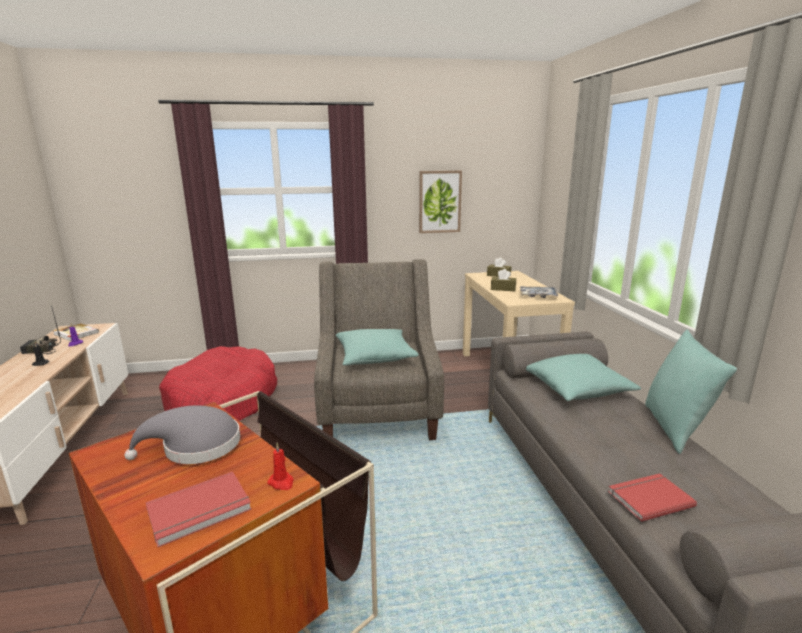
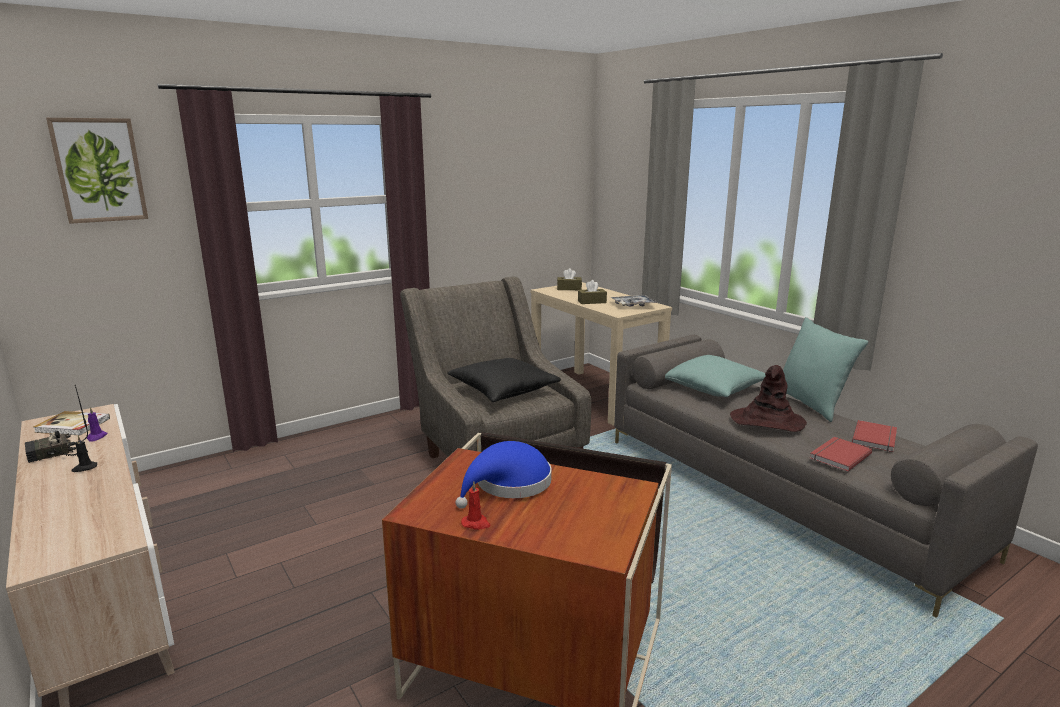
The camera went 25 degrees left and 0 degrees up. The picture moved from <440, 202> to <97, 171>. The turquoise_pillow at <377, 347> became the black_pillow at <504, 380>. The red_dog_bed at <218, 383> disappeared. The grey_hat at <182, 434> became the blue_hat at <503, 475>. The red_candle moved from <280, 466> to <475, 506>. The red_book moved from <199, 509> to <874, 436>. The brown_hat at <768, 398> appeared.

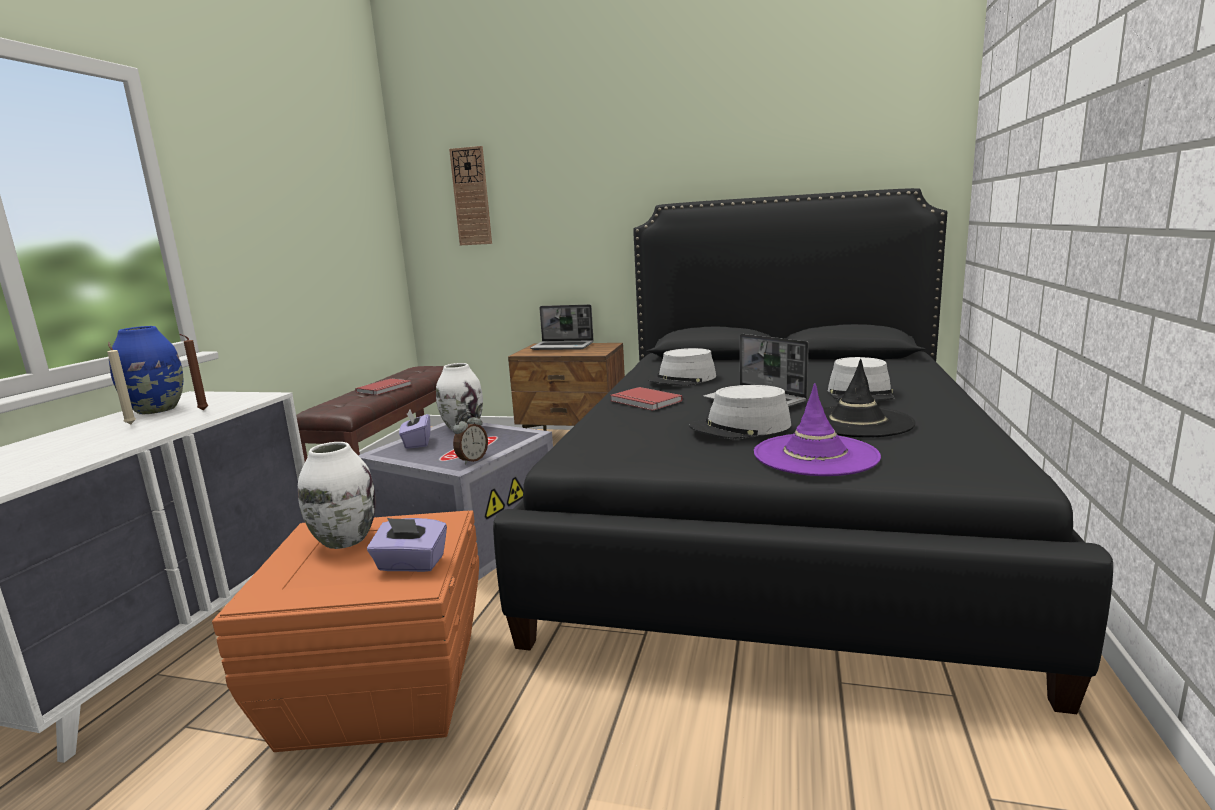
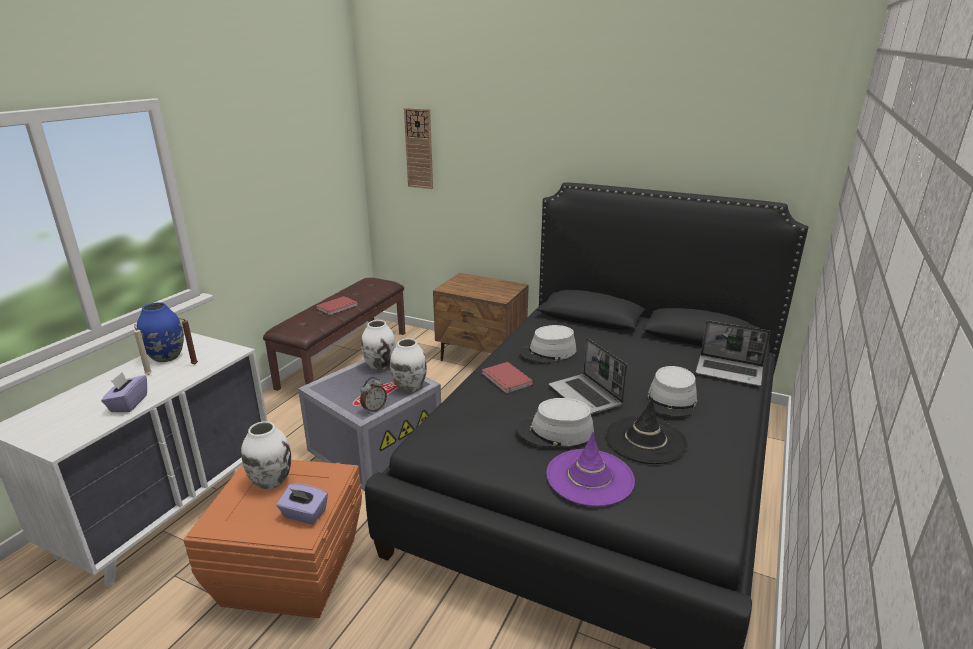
The camera went 10 degrees right and 10 degrees up. The laptop moved from <562, 327> to <733, 353>. The purple_tissue_box moved from <415, 429> to <124, 392>. The white_vase at <408, 365> appeared.

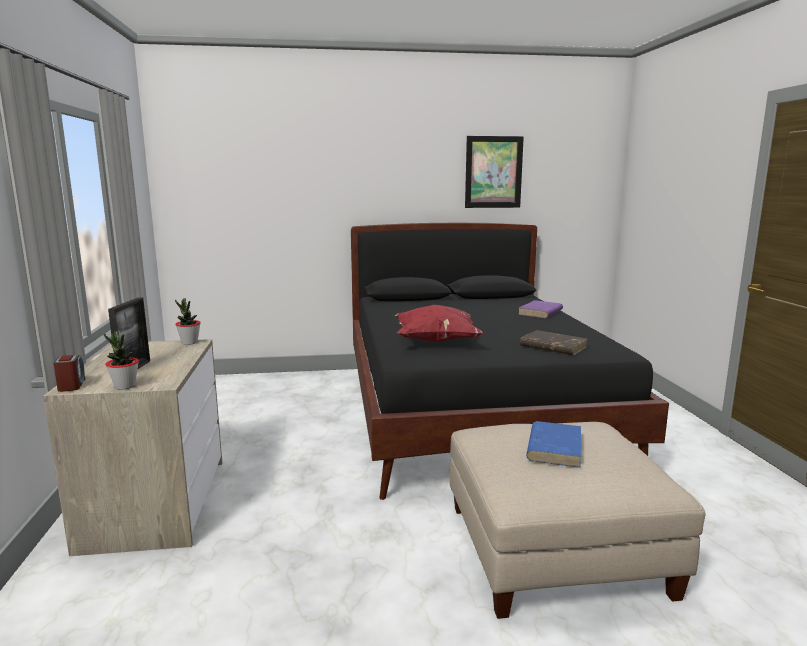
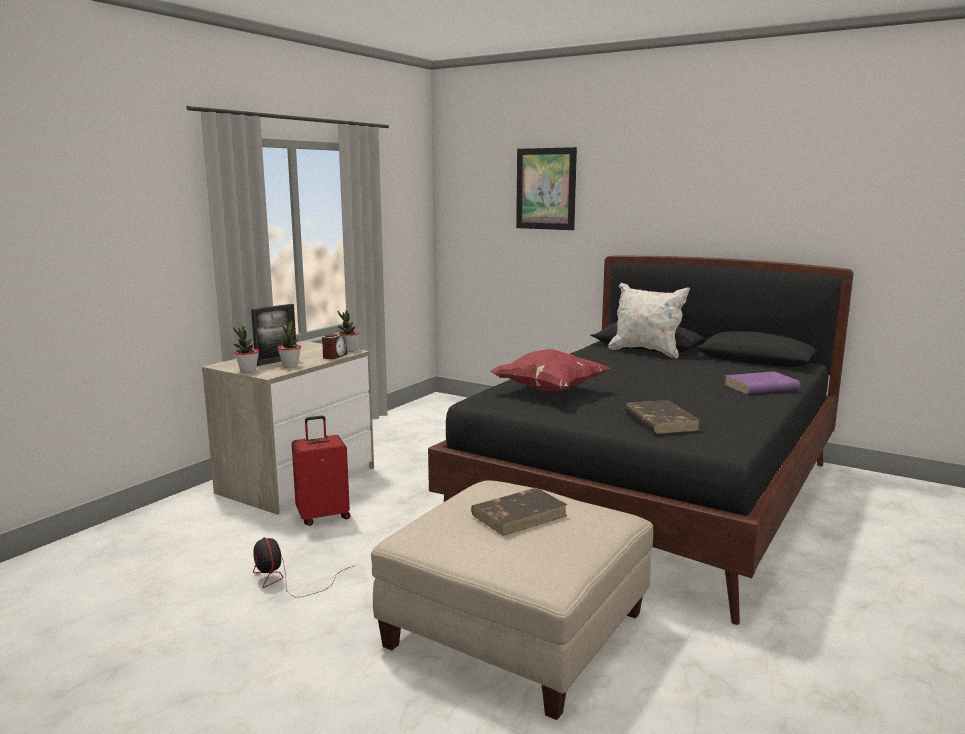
The camera went 40 degrees right and 0 degrees up. The picture moved from <494, 172> to <546, 188>. The alarm_clock moved from <69, 373> to <334, 346>. The blue_book at <553, 444> became the brown_book at <519, 512>. The white_pillow at <649, 321> appeared. The potted_plant at <289, 344> appeared. The red_suitcase at <321, 471> appeared. The fan at <303, 567> appeared.

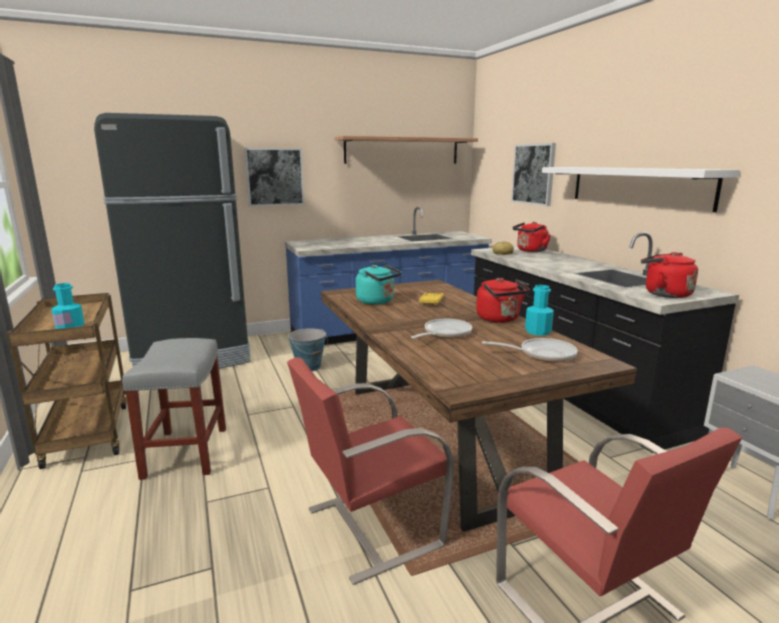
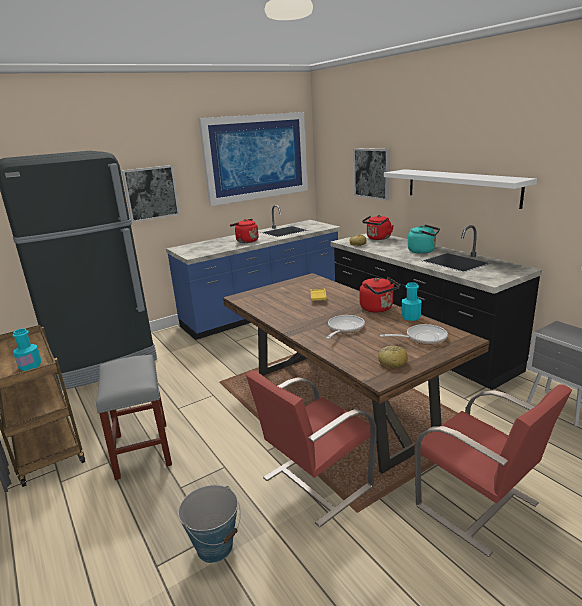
The camera went 10 degrees left and 5 degrees up. The shelf at <406, 150> was replaced by the picture at <253, 159>. The red_kettle moved from <669, 275> to <244, 231>. The turquoise_kettle moved from <379, 285> to <424, 239>. The bucket moved from <308, 349> to <209, 524>. The bread at <393, 357> appeared.

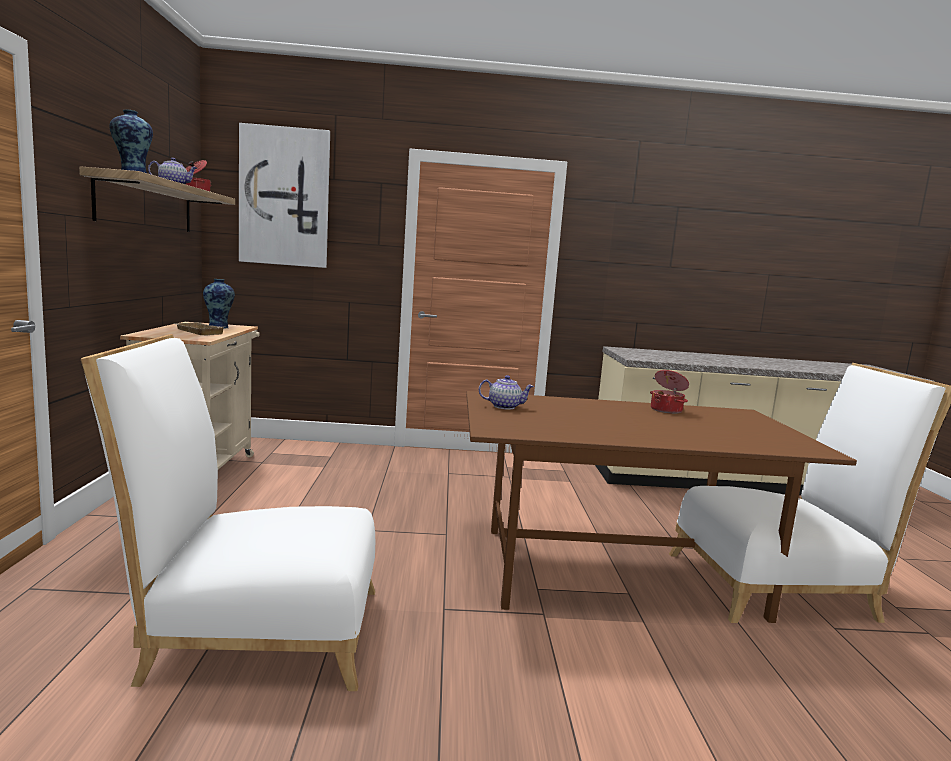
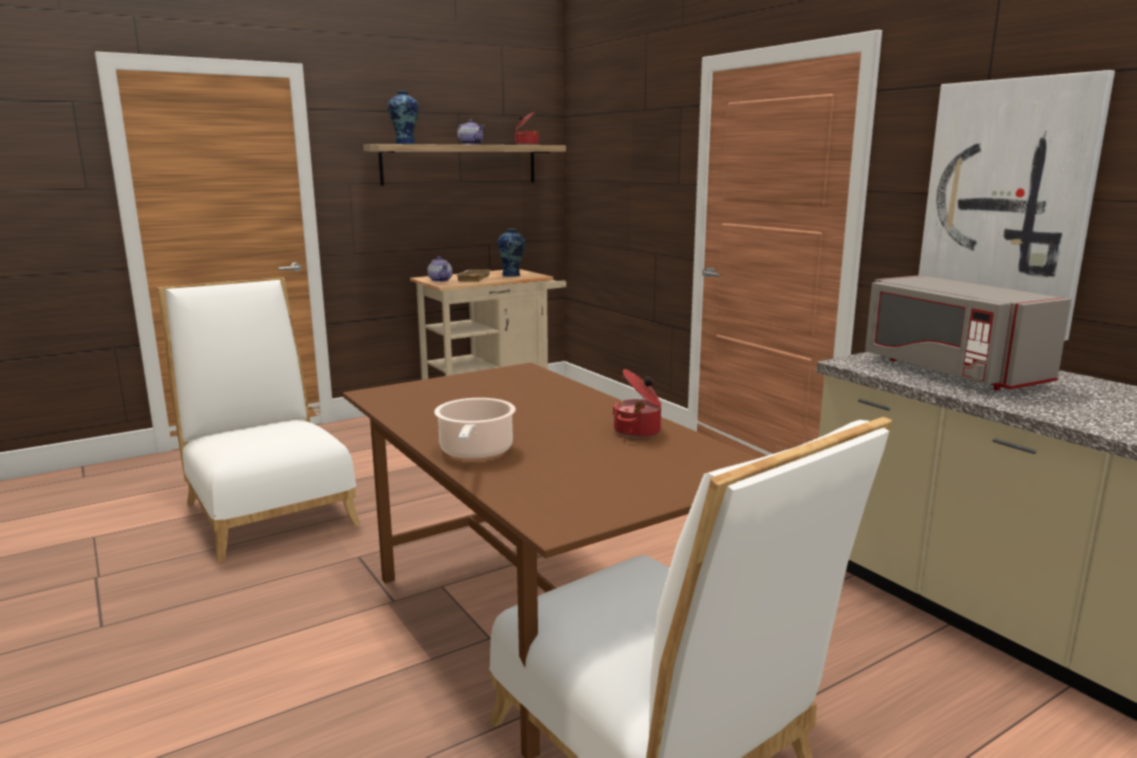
The camera went 60 degrees right and 5 degrees up. The picture moved from <284, 195> to <1017, 205>. The teapot moved from <506, 392> to <439, 269>. The grey_microwave at <968, 333> appeared. The cooking_pot at <475, 429> appeared.

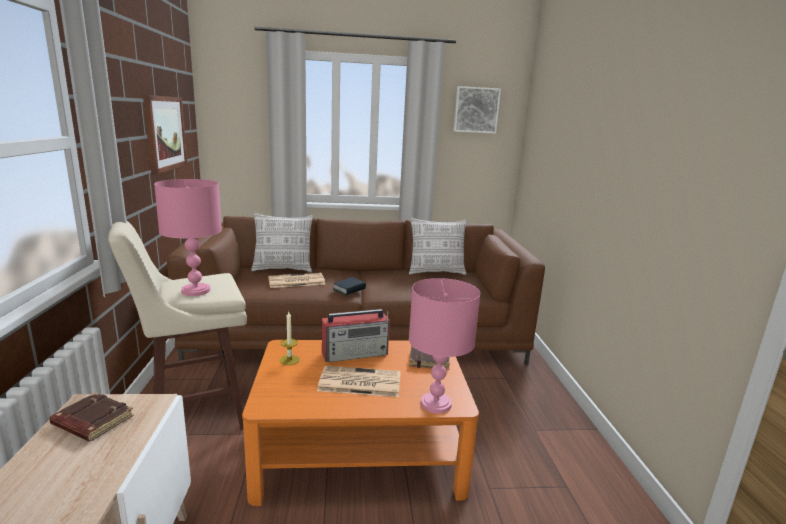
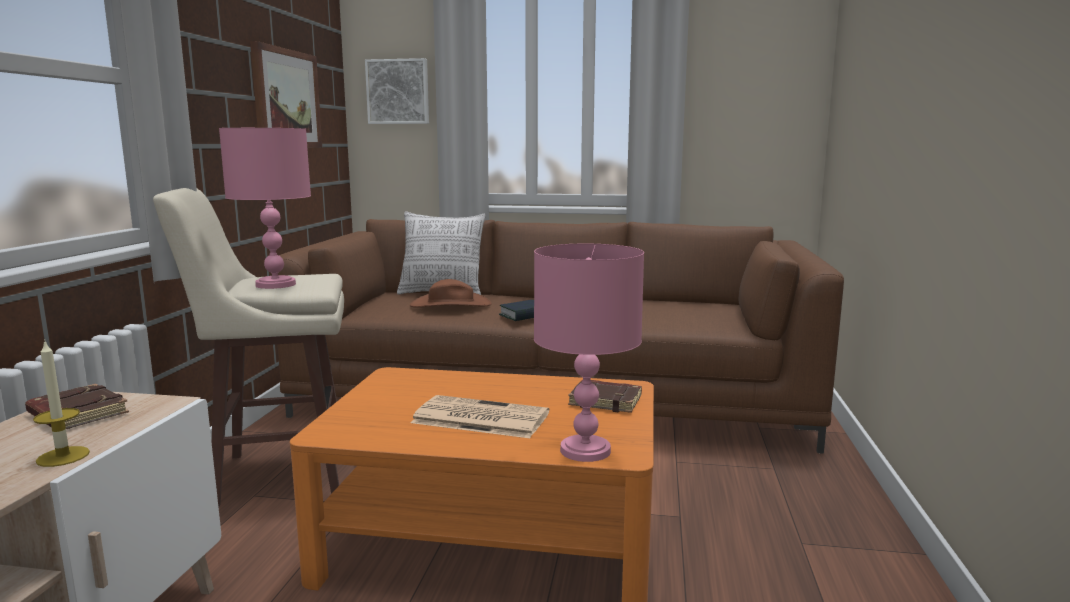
The camera went 15 degrees right and 5 degrees down. The picture moved from <477, 110> to <397, 91>. The pillow at <438, 246> disappeared. The newspaper at <297, 280> was replaced by the brown_hat at <451, 293>. The radio at <356, 335> disappeared. The candle moved from <290, 338> to <61, 403>.

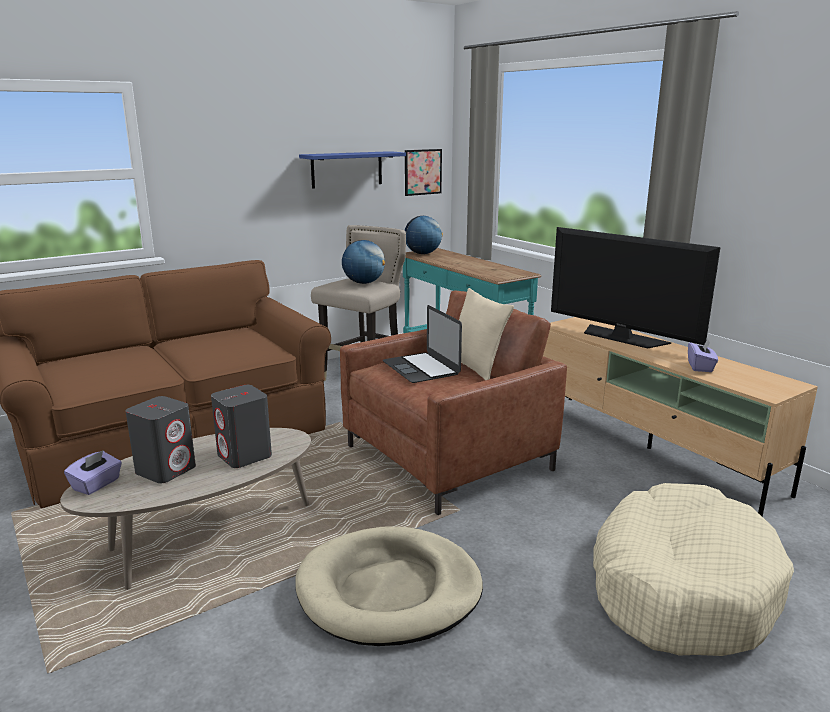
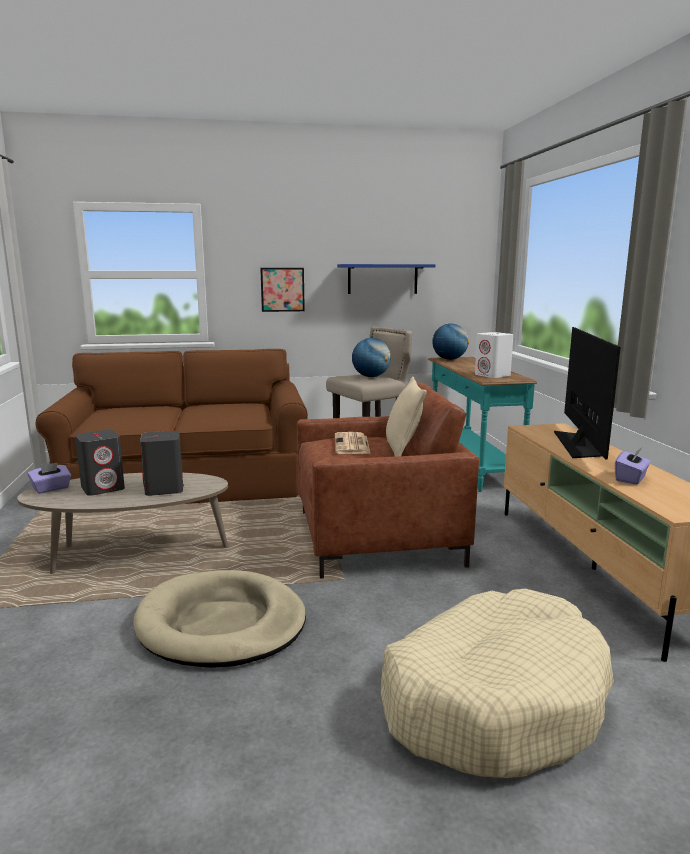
The camera went 25 degrees right and 5 degrees down. The picture moved from <423, 172> to <282, 290>. The television at <636, 288> turned 150 degrees counterclockwise. The laptop at <422, 344> was replaced by the newspaper at <353, 443>. The white_speaker at <494, 355> appeared.

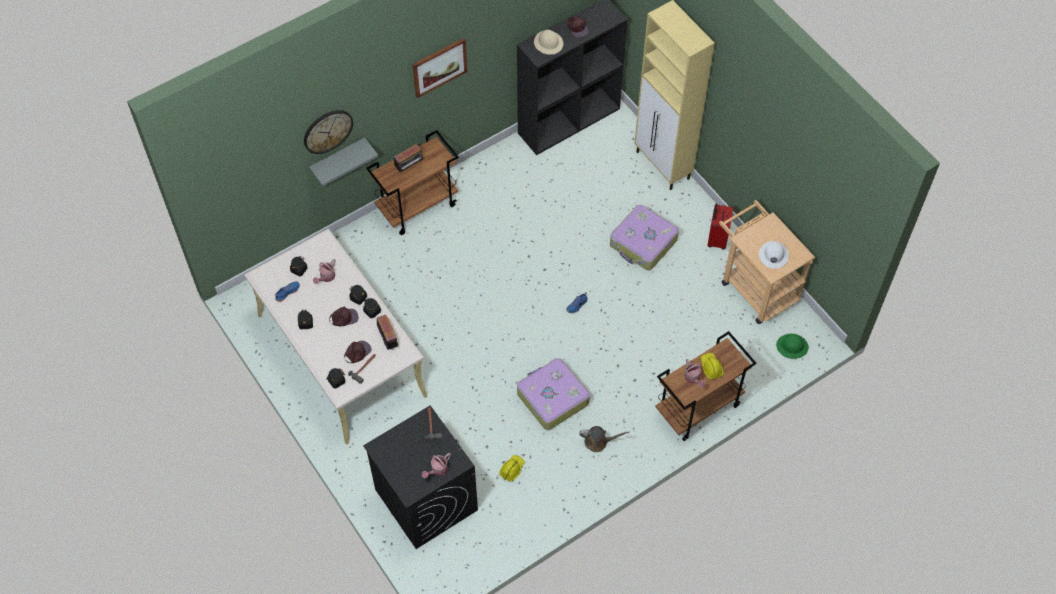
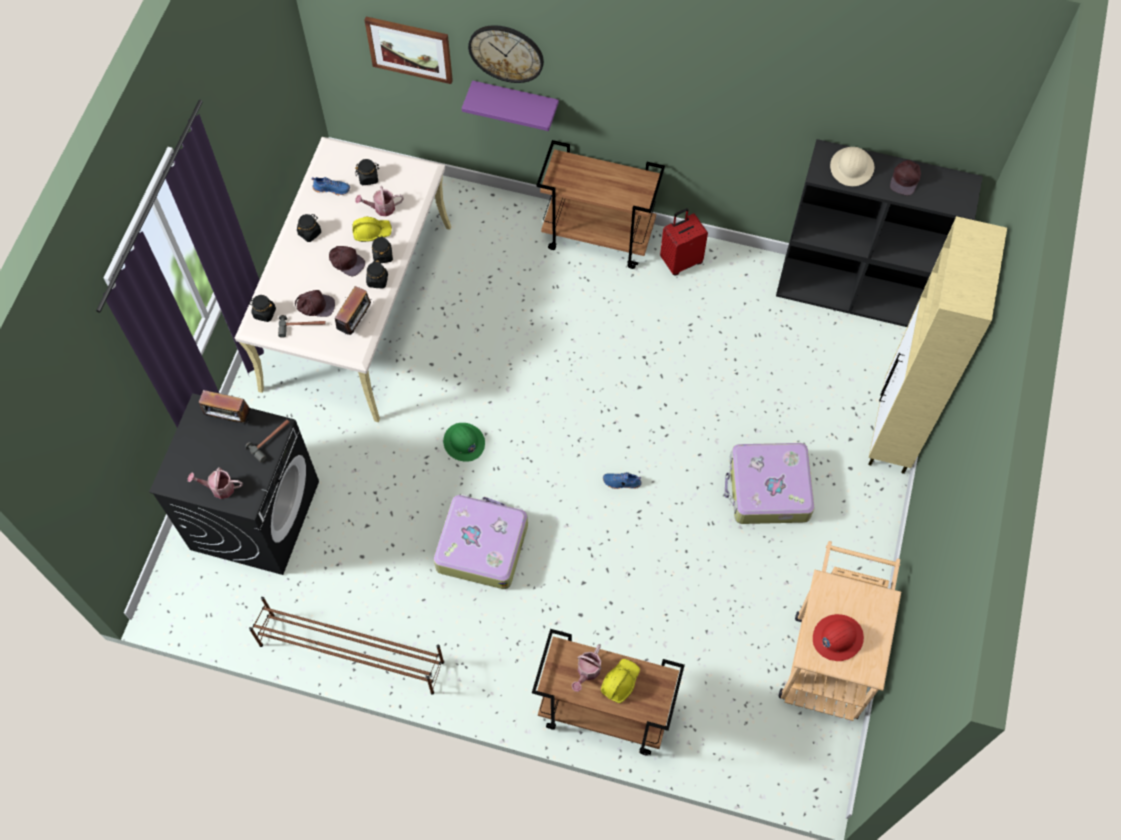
The camera went 50 degrees right and 5 degrees up. The picture moved from <439, 68> to <408, 50>. The grey_shelf at <343, 162> became the purple_shelf at <510, 105>. The radio moved from <408, 158> to <225, 408>. The red_suitcase moved from <720, 226> to <684, 242>. The white_hard_hat at <774, 255> became the red_hard_hat at <838, 637>. The green_hard_hat moved from <792, 346> to <464, 442>. The brown_watering_can at <604, 439> disappeared. The yellow_hard_hat moved from <512, 468> to <372, 229>. The brown_shoe_rack at <346, 646> appeared.

